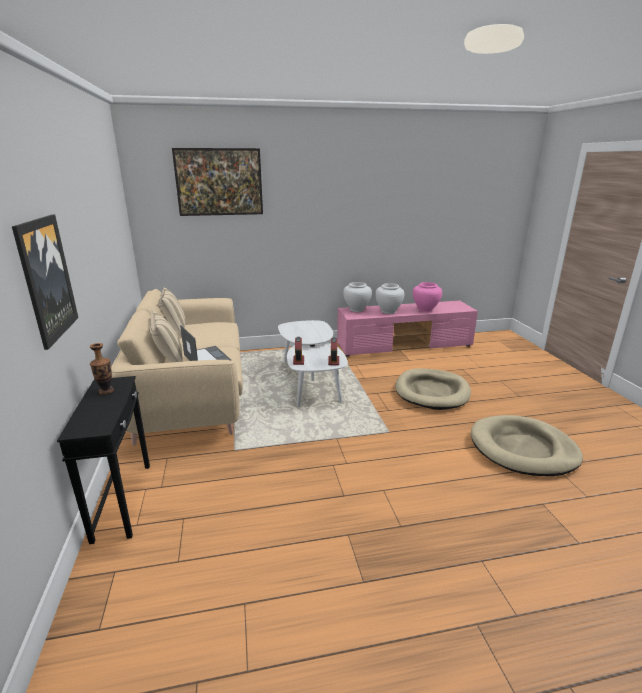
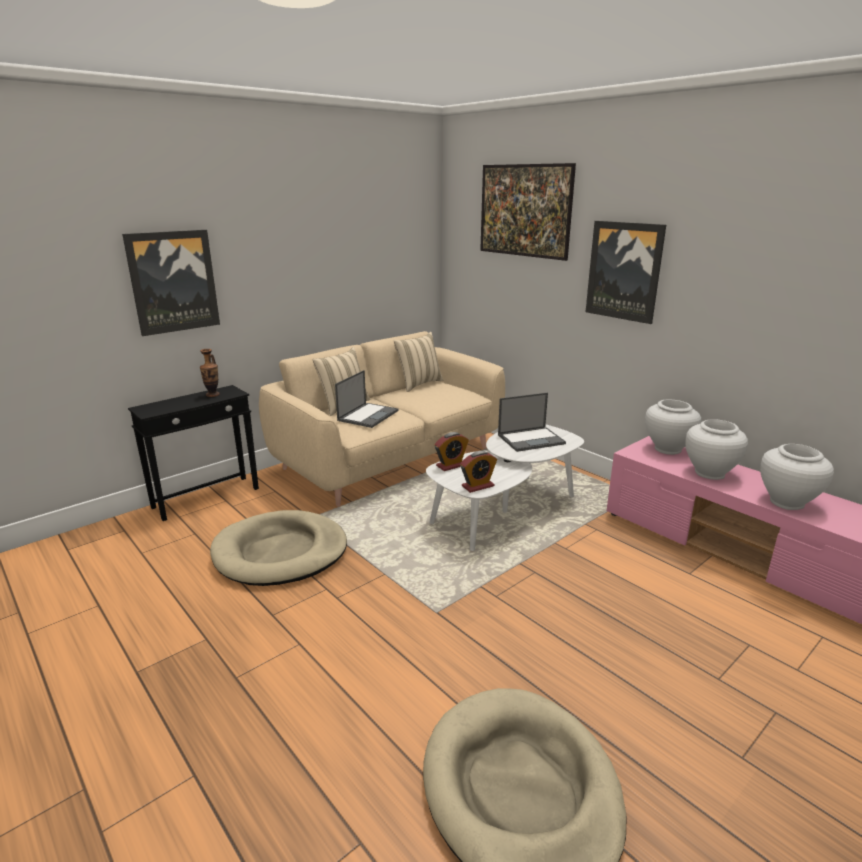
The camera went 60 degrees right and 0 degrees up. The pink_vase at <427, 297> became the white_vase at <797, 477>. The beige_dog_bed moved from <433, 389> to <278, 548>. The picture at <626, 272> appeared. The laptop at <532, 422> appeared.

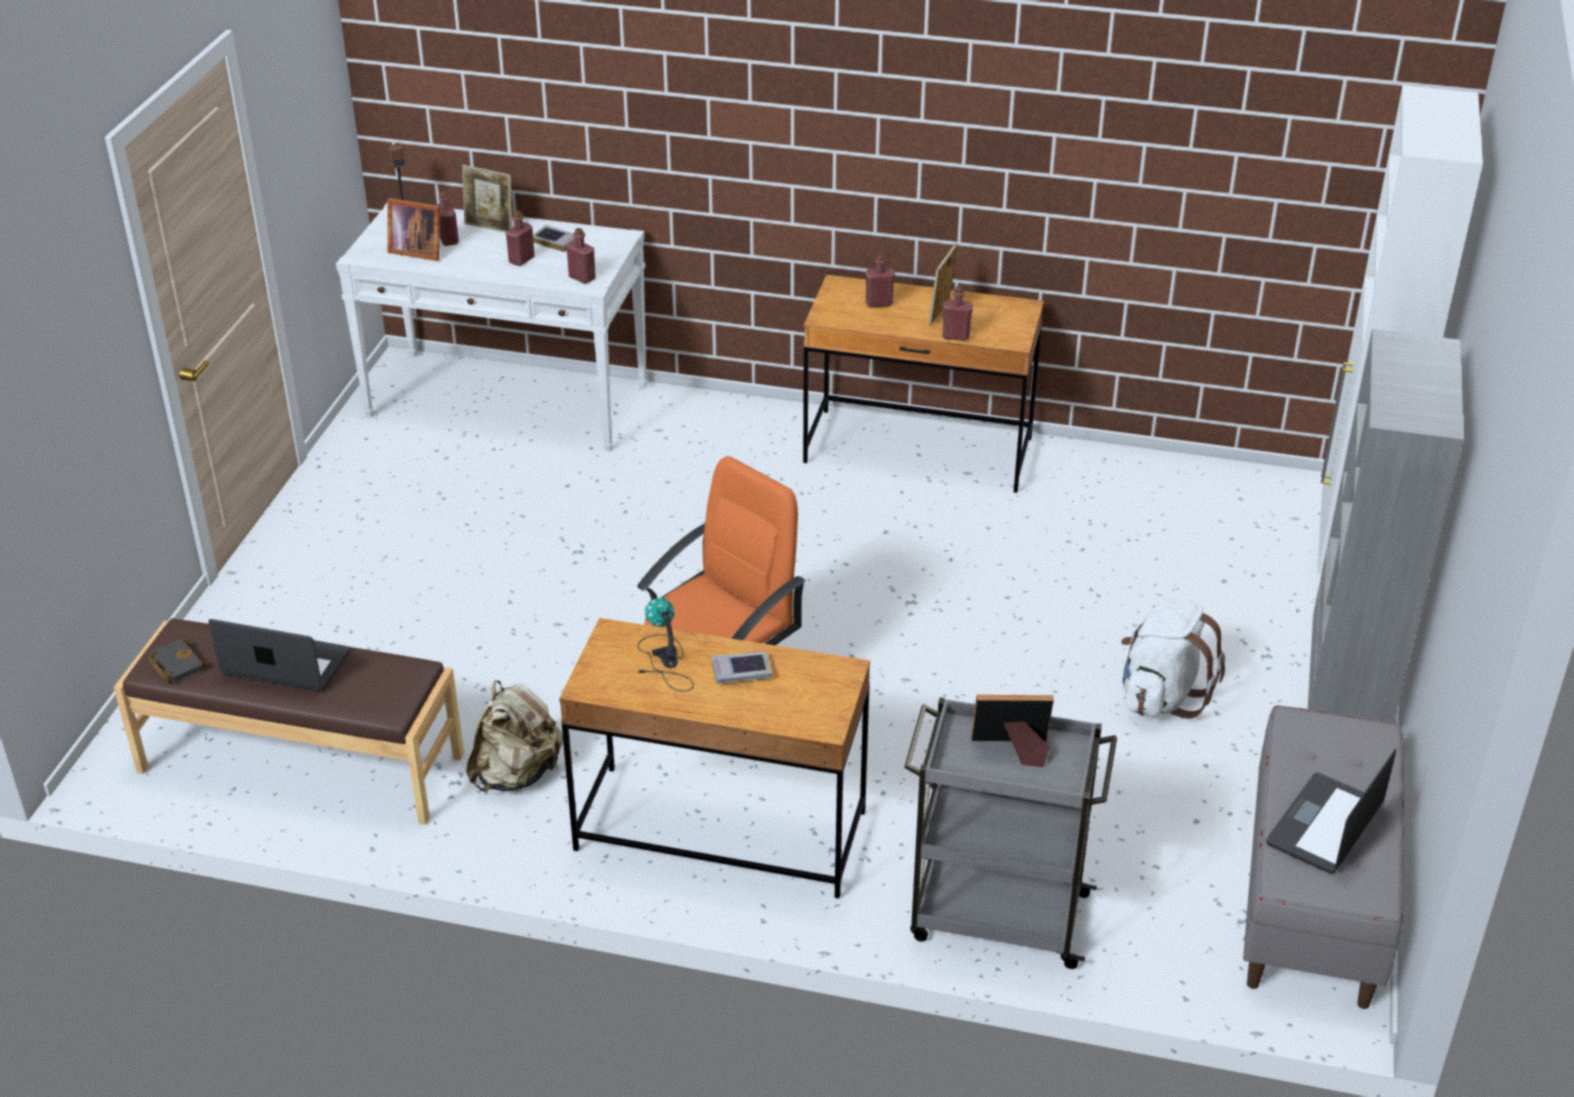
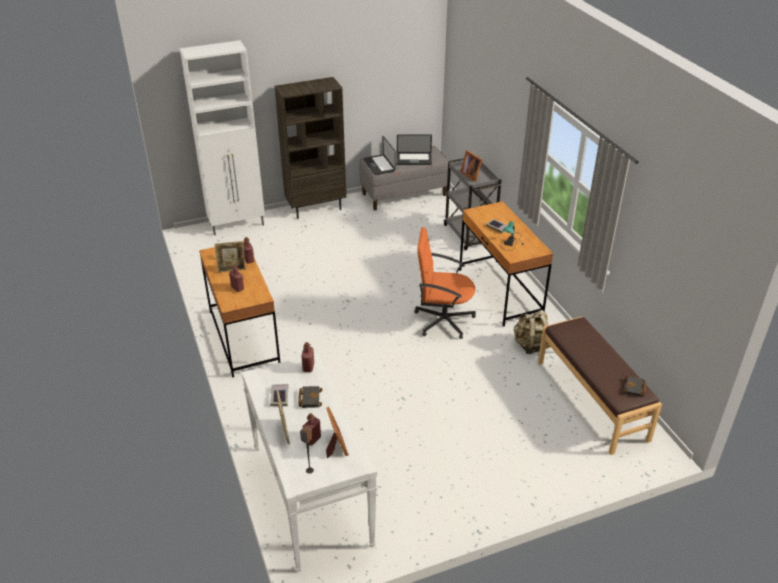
The camera went 125 degrees left and 0 degrees up. The red_bottle at <520, 238> was replaced by the black_book at <310, 397>. The grey_bookcase at <1386, 526> became the brown_bookcase at <310, 148>. The white_backpack at <1173, 657> disappeared. The laptop moved from <279, 655> to <379, 155>.

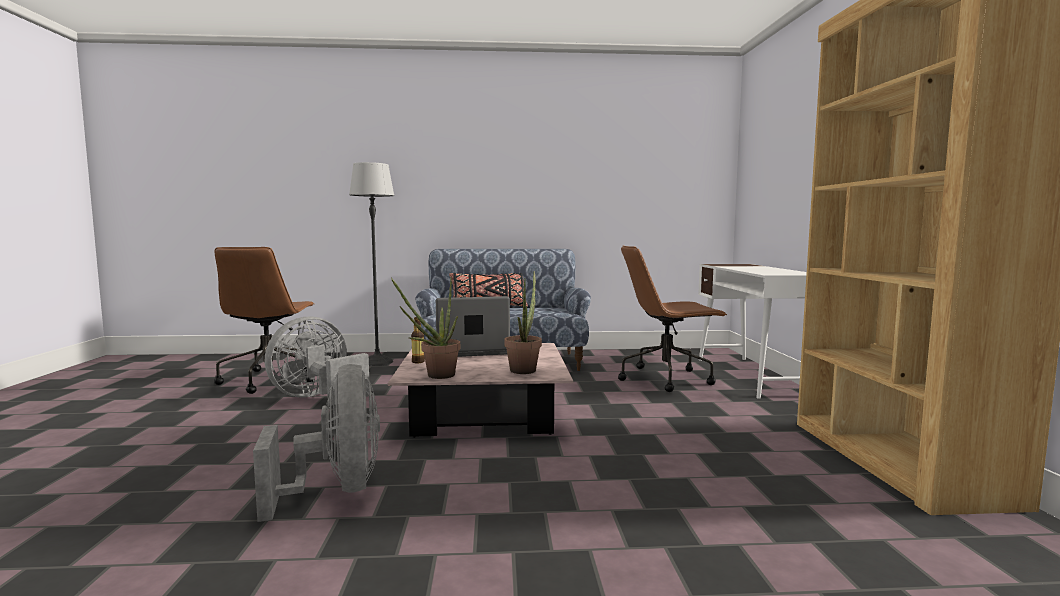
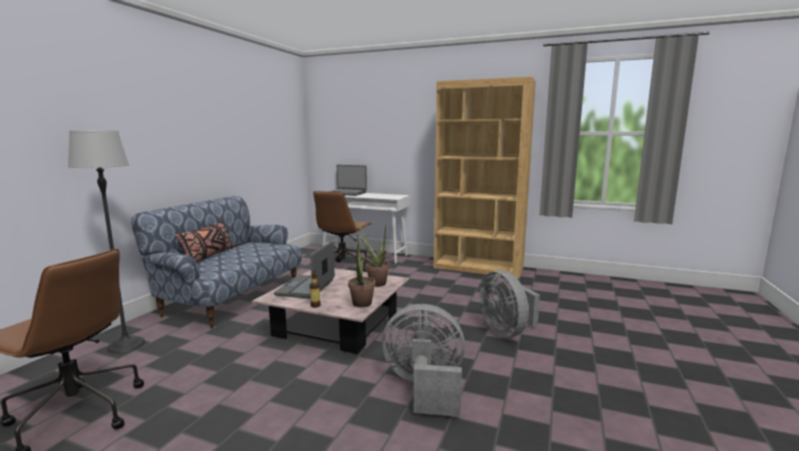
The camera went 65 degrees left and 5 degrees up. The grey_fan moved from <317, 360> to <510, 304>. The laptop at <347, 180> appeared.

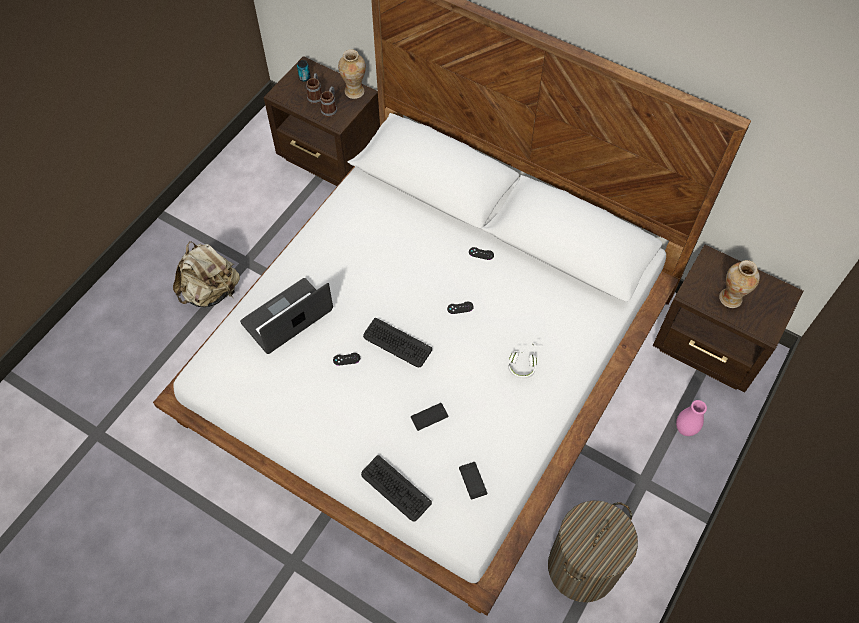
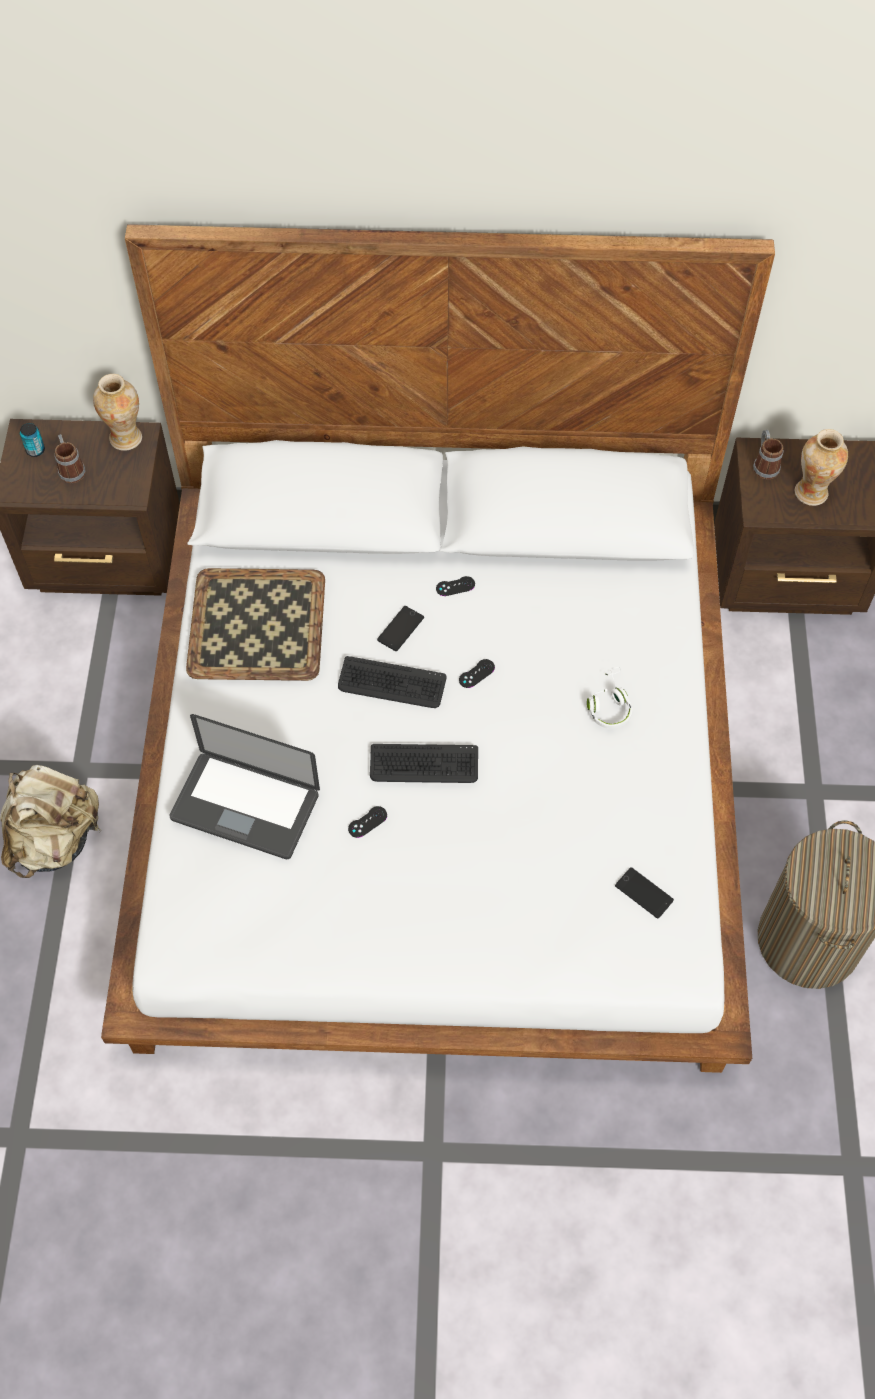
The camera went 30 degrees left and 0 degrees up. The mug moved from <328, 102> to <768, 454>. The laptop at <286, 316> turned 90 degrees counterclockwise. The pink_vase at <691, 418> disappeared. The phone moved from <429, 417> to <400, 628>. The keyboard moved from <396, 488> to <392, 682>. The tray at <255, 624> appeared.

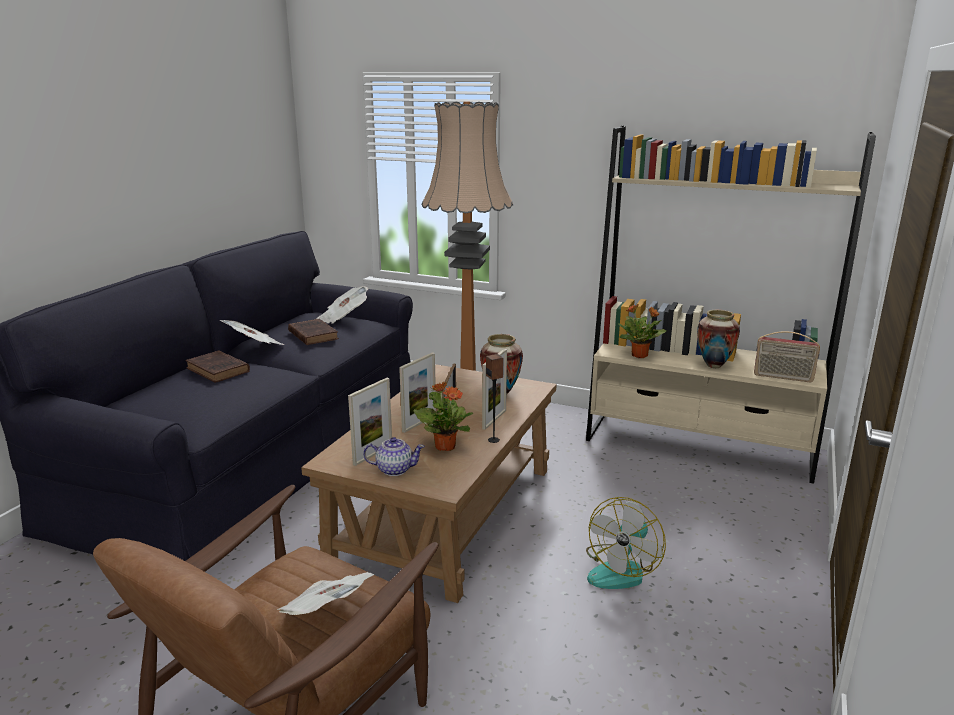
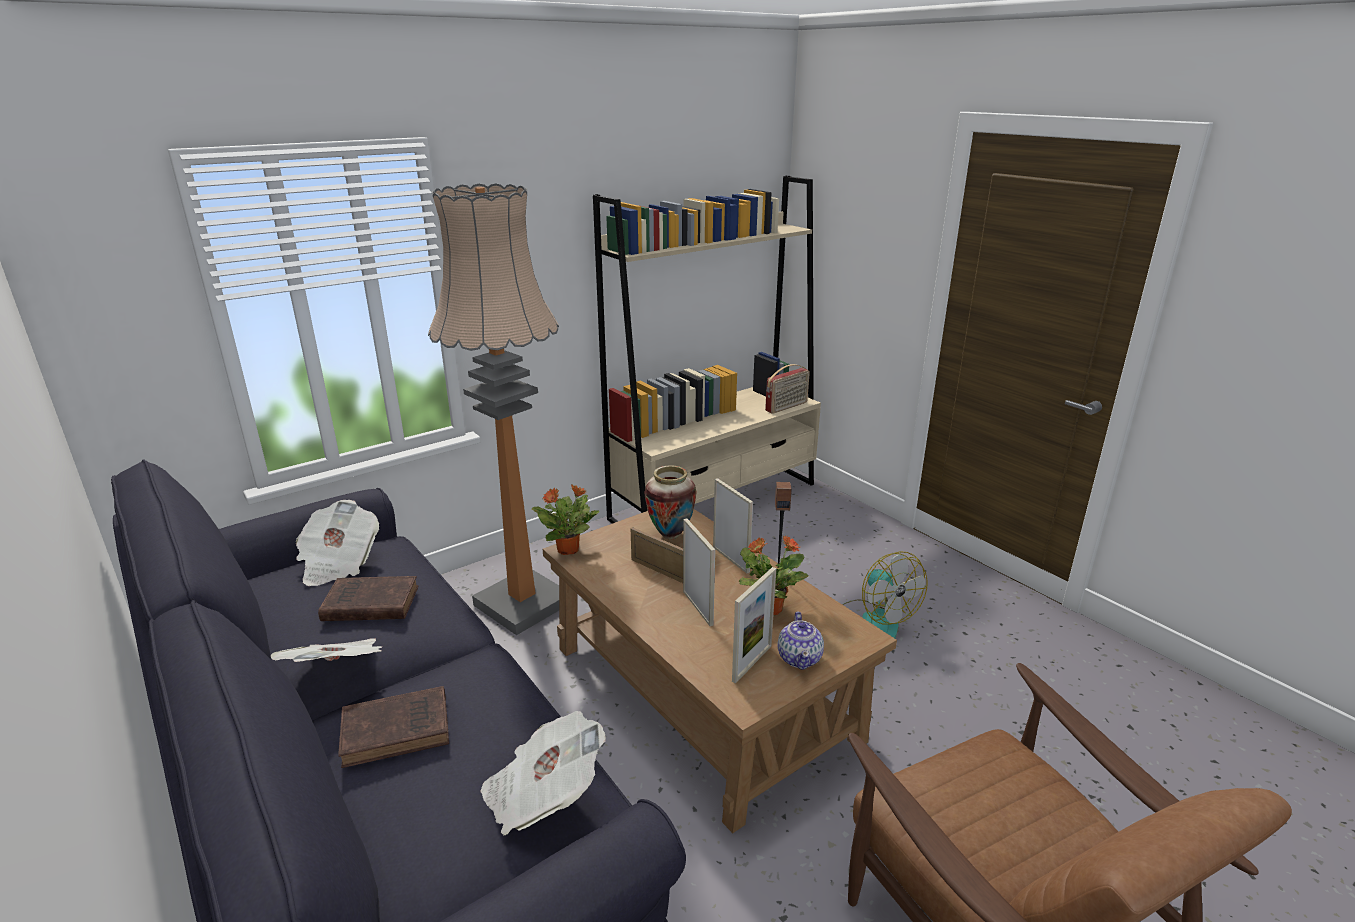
The camera went 60 degrees left and 5 degrees up. The potted_plant moved from <642, 331> to <565, 520>. The vase at <718, 339> disappeared. The picture_frame at <370, 422> turned 60 degrees clockwise. The teapot at <394, 456> turned 150 degrees clockwise. The newspaper moved from <325, 593> to <543, 773>.

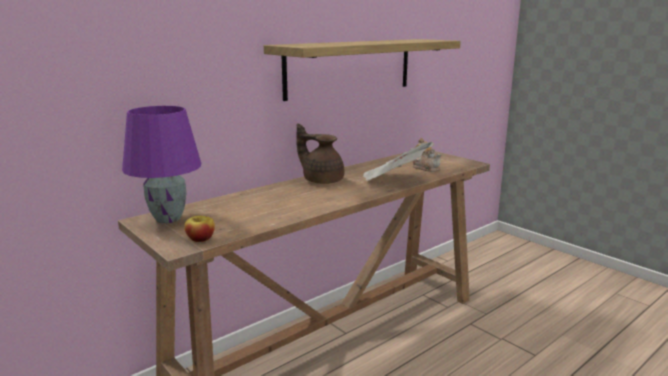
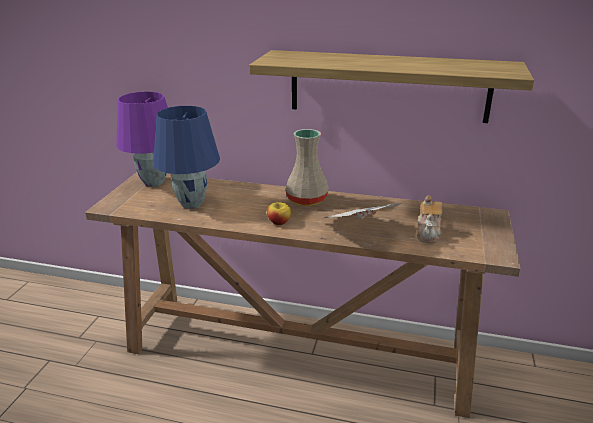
The camera went 55 degrees right and 10 degrees up. The brown_teapot at <320, 153> was replaced by the beige_vase at <307, 167>. The apple moved from <199, 229> to <279, 213>. The blue_table_lamp at <186, 157> appeared.

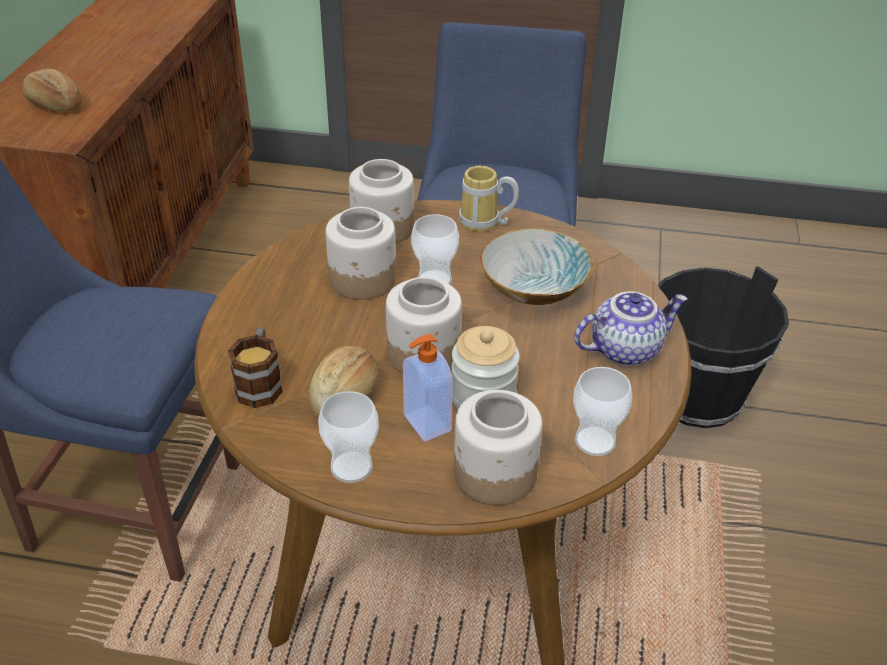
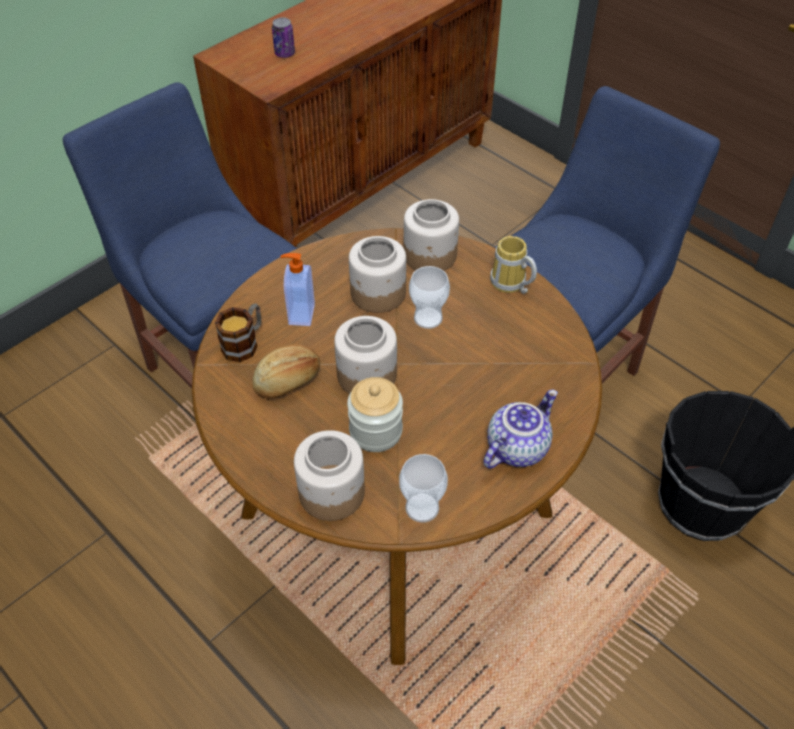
The camera went 35 degrees right and 10 degrees up. The bread at <52, 90> was replaced by the can at <283, 37>. The bowl at <536, 266> disappeared. The teapot at <631, 328> turned 60 degrees counterclockwise. The soap_dispenser moved from <428, 388> to <297, 289>. The cup at <348, 437> disappeared.

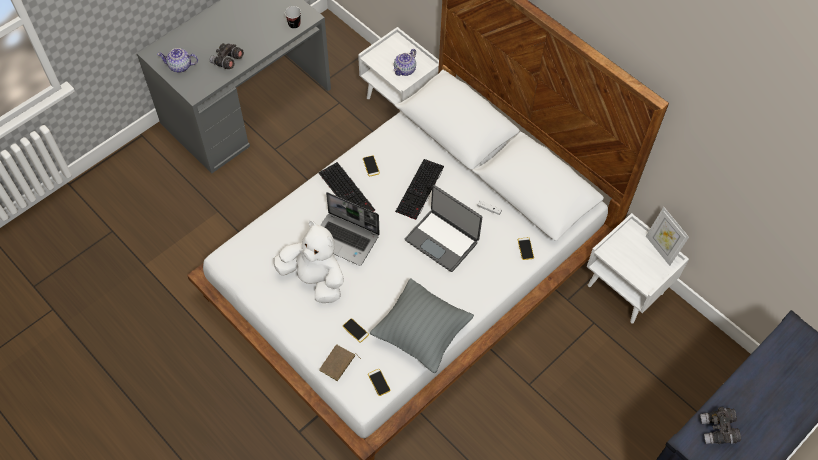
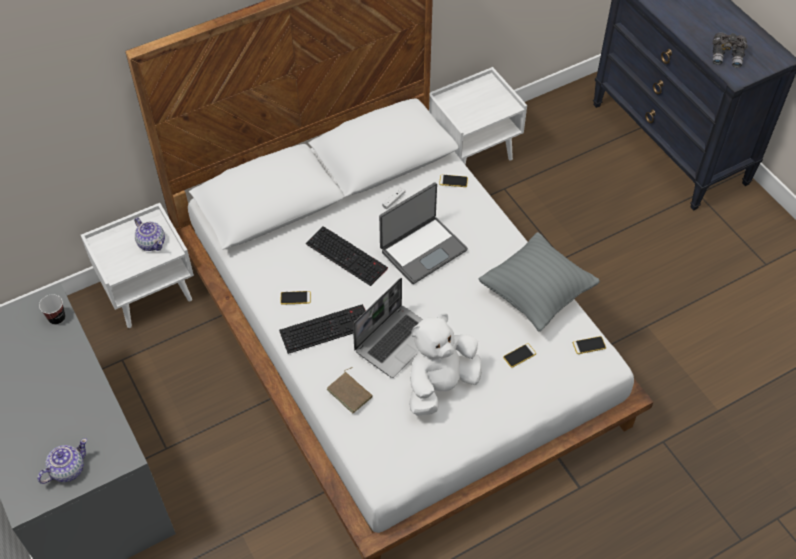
The camera went 75 degrees left and 5 degrees down. The grey_binoculars at <227, 56> disappeared. The teapot at <177, 60> turned 150 degrees counterclockwise. The picture_frame at <667, 236> disappeared. The brown_book moved from <340, 362> to <350, 390>.

